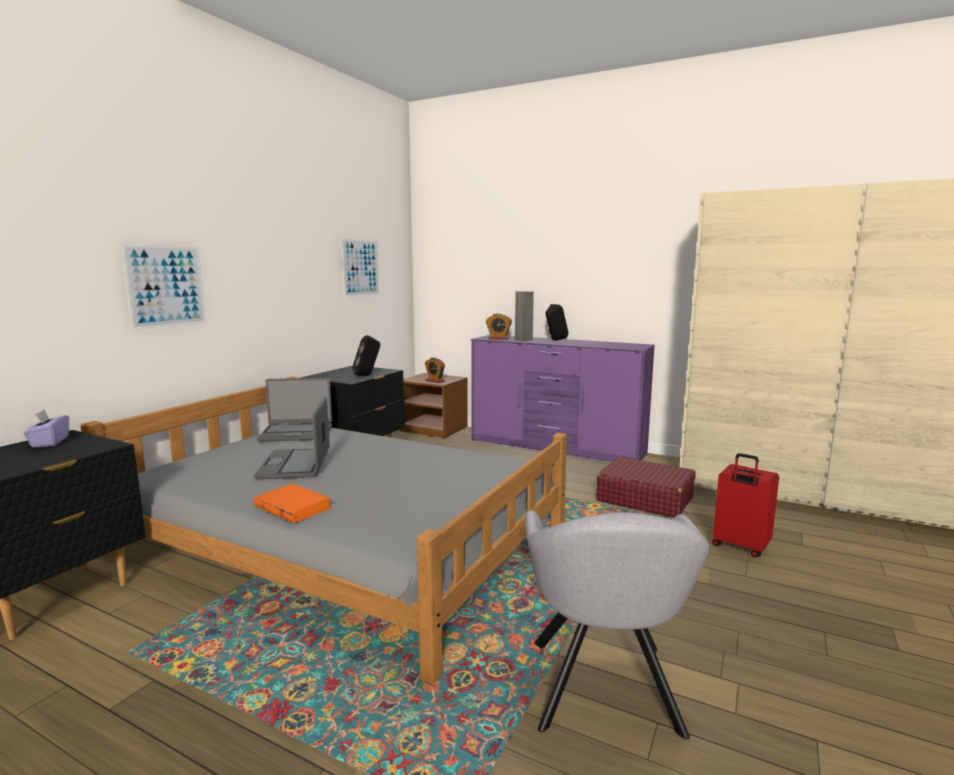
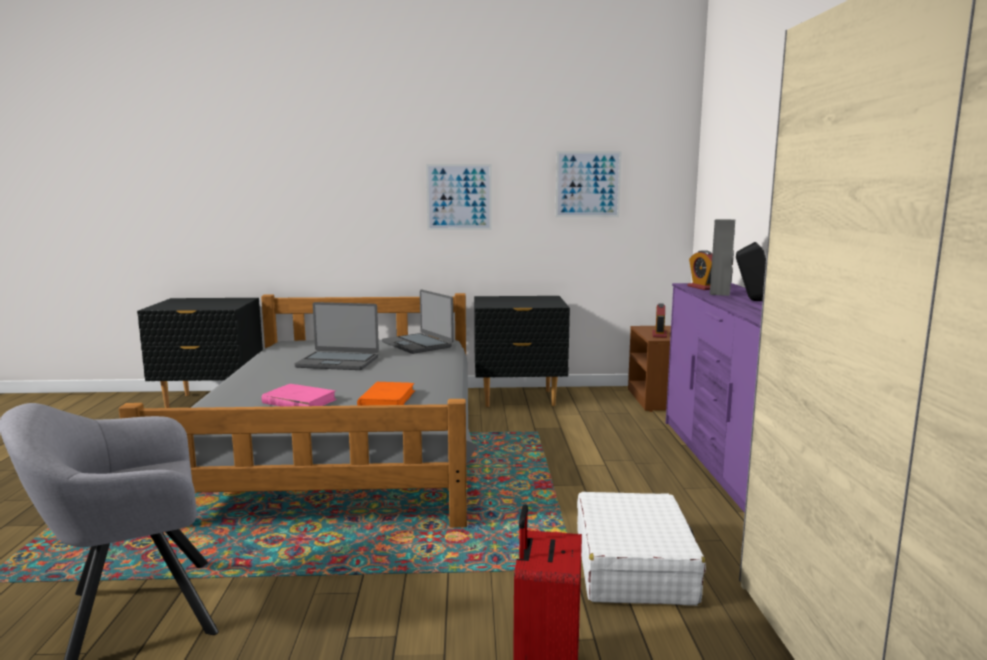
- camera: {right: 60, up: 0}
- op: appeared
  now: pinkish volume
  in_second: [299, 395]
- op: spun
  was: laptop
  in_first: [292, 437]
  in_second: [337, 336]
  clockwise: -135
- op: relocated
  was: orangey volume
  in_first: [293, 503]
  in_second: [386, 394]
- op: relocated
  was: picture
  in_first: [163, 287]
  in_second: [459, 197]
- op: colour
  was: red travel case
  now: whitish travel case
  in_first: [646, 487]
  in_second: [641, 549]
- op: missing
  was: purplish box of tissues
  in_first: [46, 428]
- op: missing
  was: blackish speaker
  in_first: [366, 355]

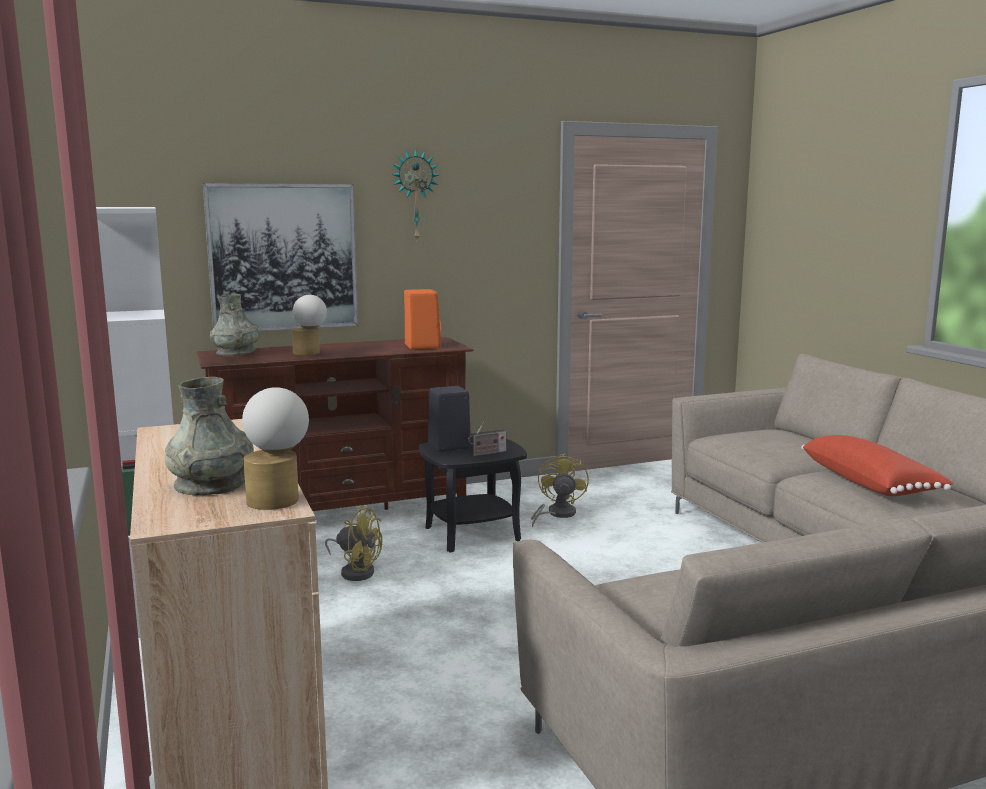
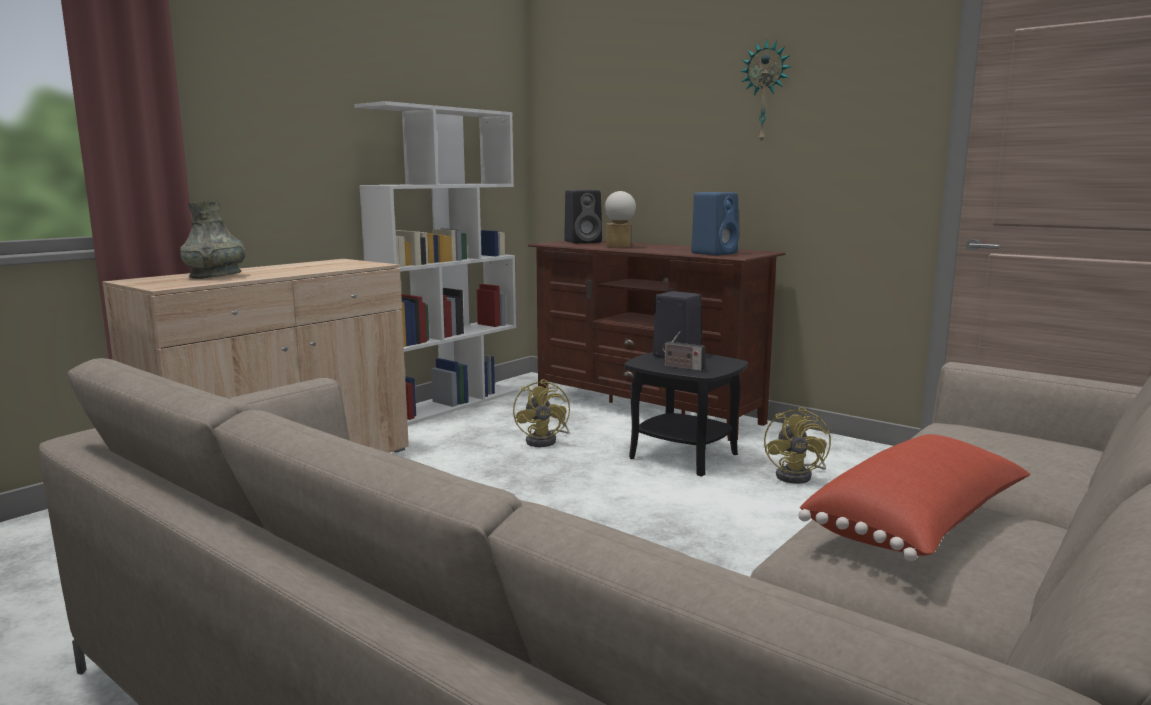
- camera: {right: 60, up: 0}
- op: exchanged
  was: greyish decorative vase
  now: blackish speaker
  in_first: [235, 325]
  in_second: [583, 216]
- op: colour
  was: orangey speaker
  now: blue-coloured speaker
  in_first: [422, 319]
  in_second: [715, 224]
- op: spun
  was: yellow-coloured electric fan
  in_first: [560, 490]
  in_second: [797, 445]
  clockwise: 120
- op: missing
  was: picture
  in_first: [280, 257]
- op: missing
  was: tabletop lamp
  in_first: [275, 448]

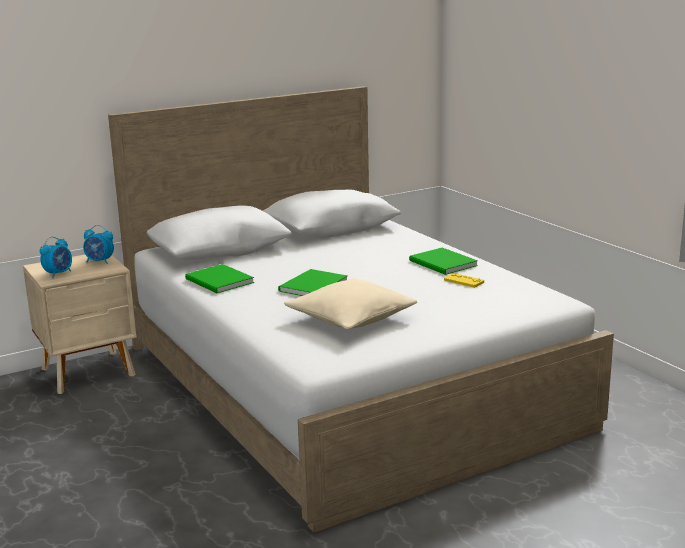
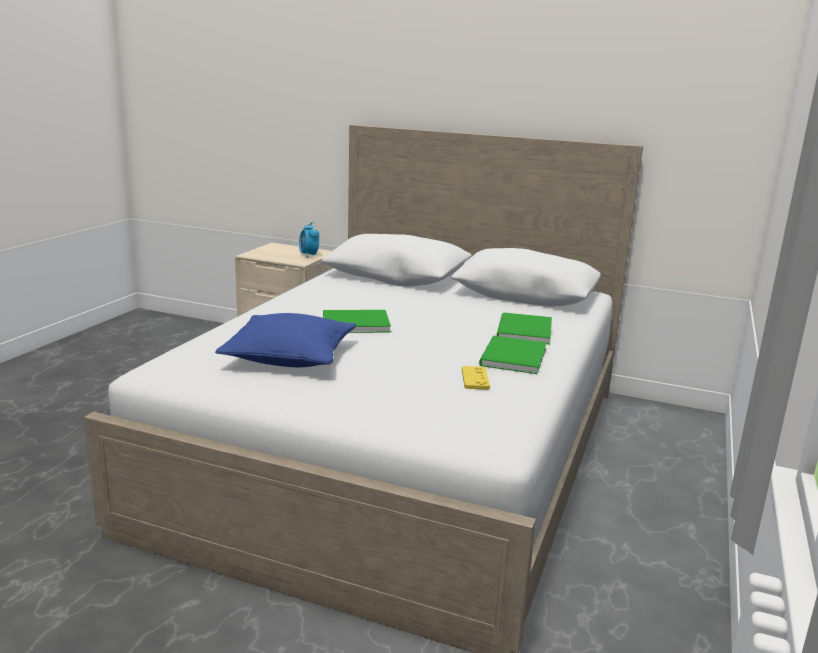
- camera: {right: 50, up: 0}
- op: colour
  was: sand-coloured cushion
  now: blue-coloured cushion
  in_first: [350, 303]
  in_second: [285, 340]
- op: relocated
  was: greenish volume
  in_first: [219, 278]
  in_second: [524, 328]
- op: missing
  was: bedside clock
  in_first: [56, 257]

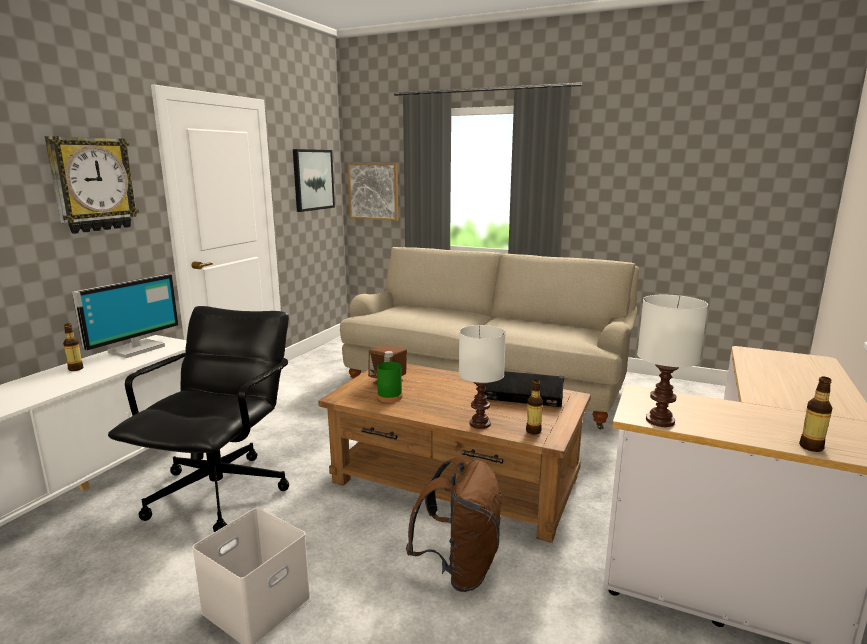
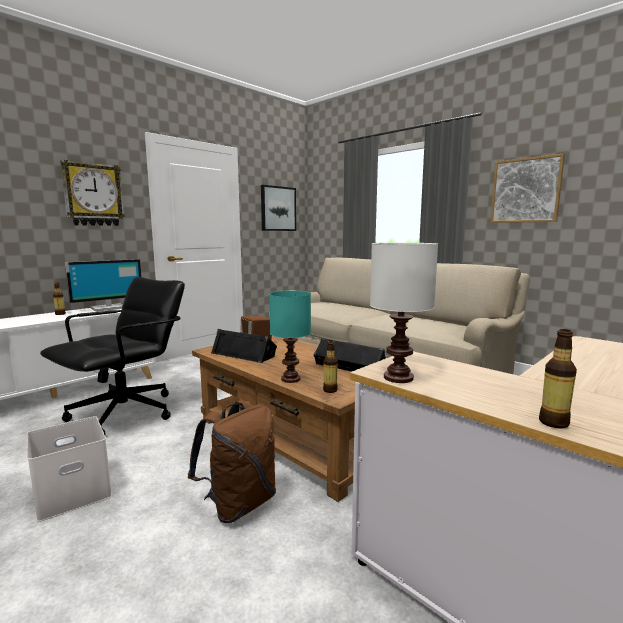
- camera: {right: 20, up: -5}
- op: exchanged
  was: greenish bottle
  now: blackish speaker
  in_first: [389, 377]
  in_second: [244, 346]
- op: colour
  was: whitish tabletop lamp
  now: turquoise tabletop lamp
  in_first: [482, 377]
  in_second: [290, 336]
- op: relocated
  was: picture
  in_first: [372, 192]
  in_second: [527, 188]

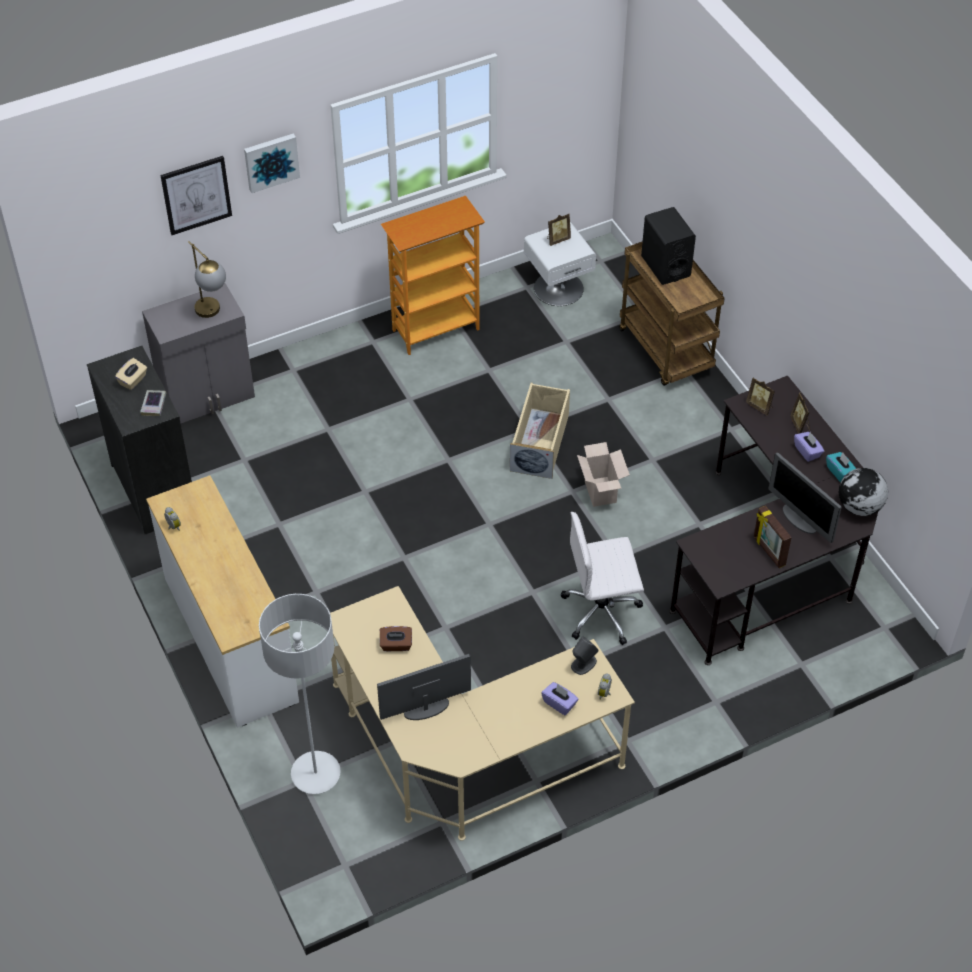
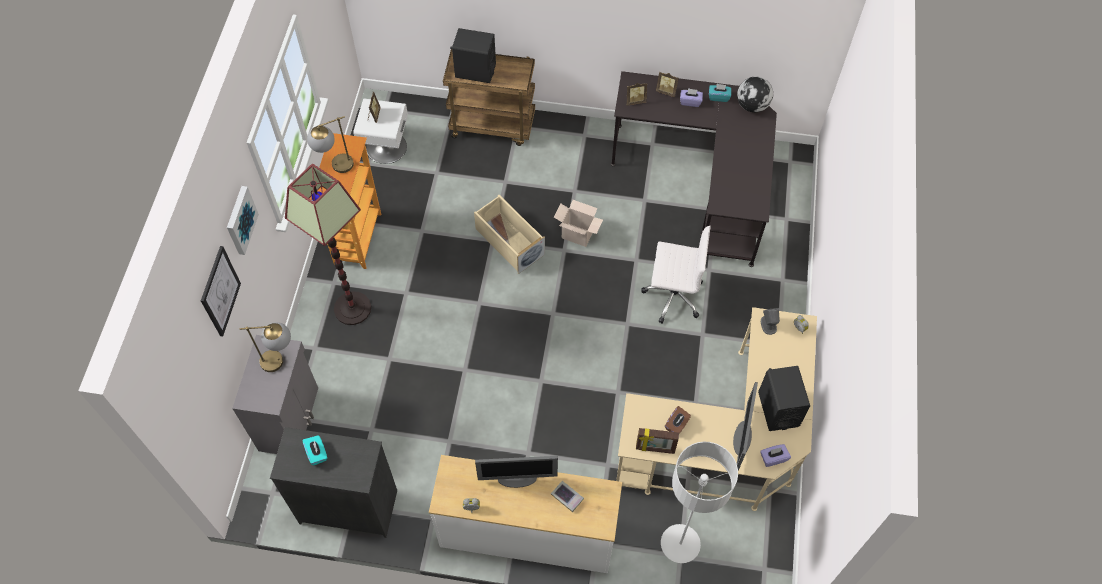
- camera: {right: -55, up: 10}
- op: appeared
  now: standard lamp
  in_second: [328, 244]
- op: colour
  was: sand-coloured box of tissues
  now: turquoise box of tissues
  in_first: [131, 374]
  in_second: [314, 450]
- op: appeared
  now: tabletop lamp
  in_second: [330, 144]
- op: relocated
  was: computer screen
  in_first: [805, 497]
  in_second: [516, 472]
- op: relocated
  was: volume
  in_first: [153, 403]
  in_second: [567, 496]
- op: relocated
  was: picture frame
  in_first: [773, 537]
  in_second: [657, 441]
- op: spun
  was: whitish office chair
  in_first: [602, 578]
  in_second: [676, 275]
  clockwise: -105
- op: appeared
  now: blackish speaker
  in_second: [784, 398]
- op: relocated
  was: purplish box of tissues
  in_first: [560, 698]
  in_second: [775, 455]

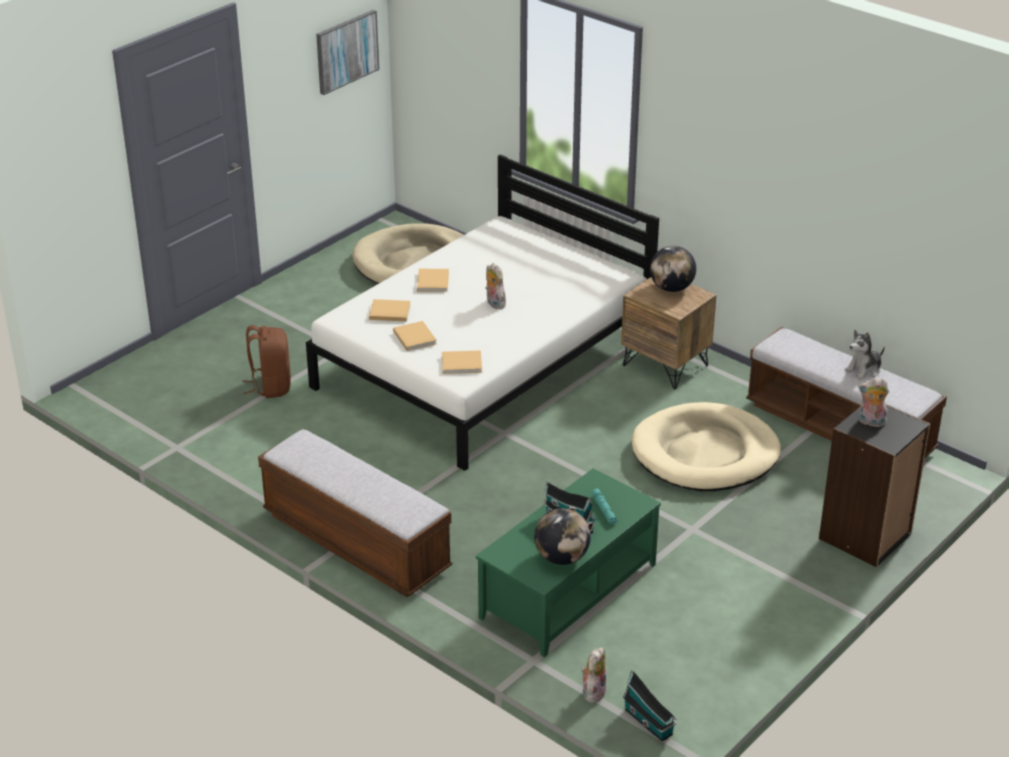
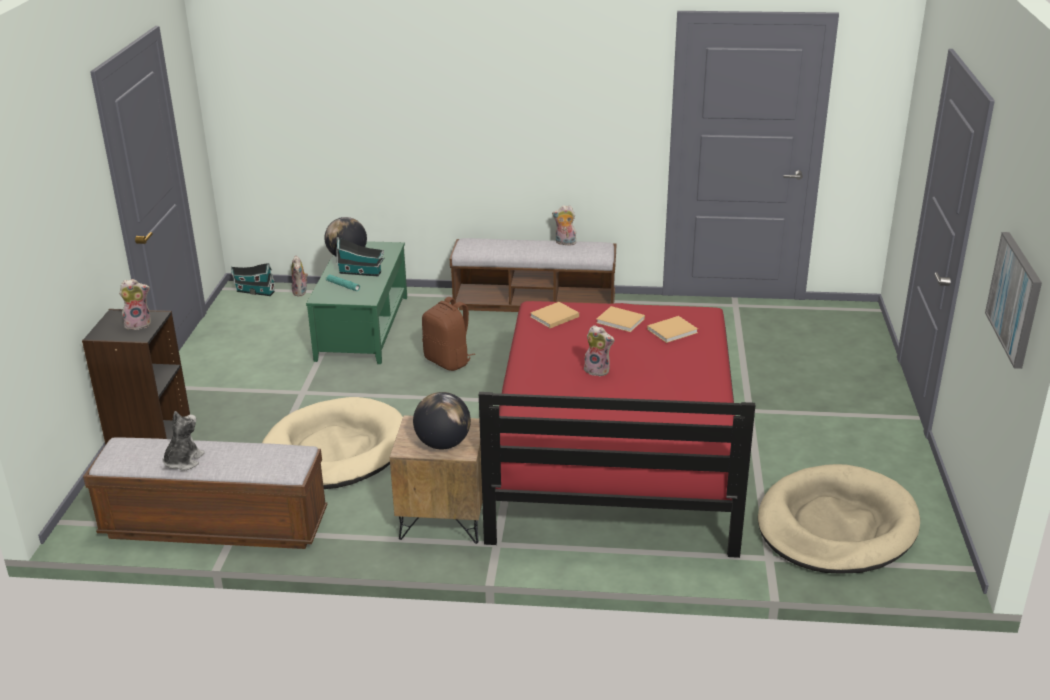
- camera: {right: 145, up: -5}
- op: relocated
  was: brownish knapsack
  in_first: [267, 361]
  in_second: [448, 334]
- op: colour
  was: whitish sleeping bed
  now: red sleeping bed
  in_first: [482, 312]
  in_second: [617, 429]
- op: appeared
  now: plush toy
  in_second: [564, 225]
- op: missing
  was: sand-coloured volume
  in_first: [433, 280]

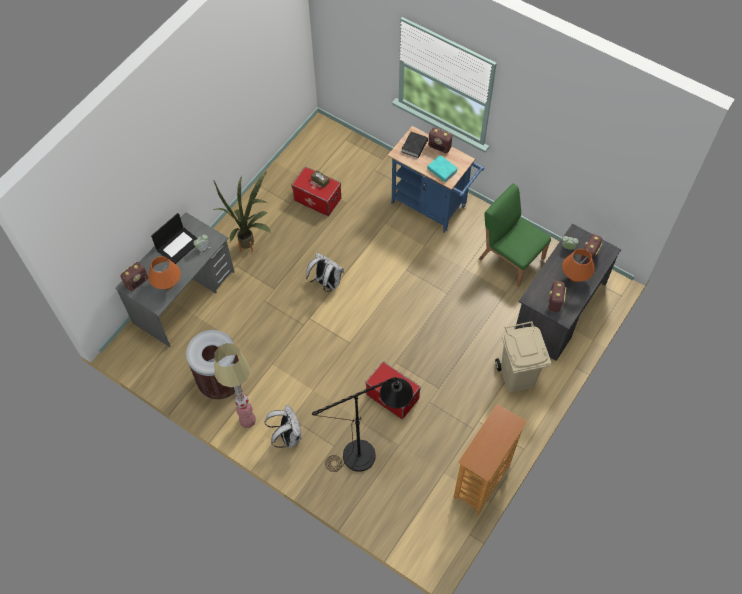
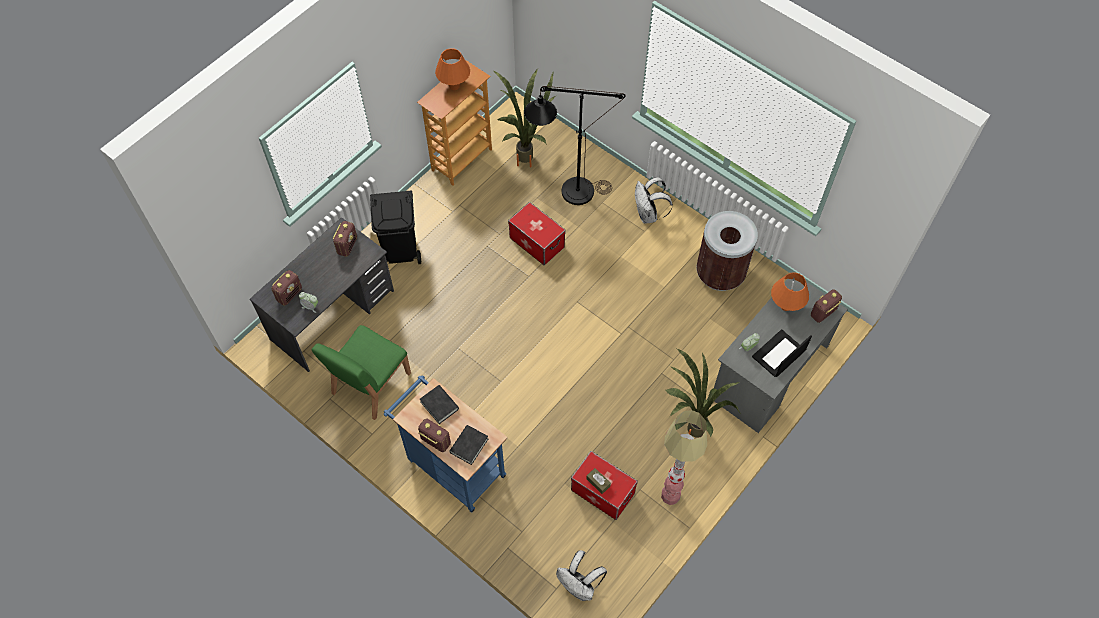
- camera: {right: -175, up: 0}
- op: spun
  was: greenish upright chair
  in_first: [515, 235]
  in_second: [361, 372]
  clockwise: 75
- op: colour
  was: sand-coloured trash can
  now: blackish trash can
  in_first: [523, 356]
  in_second: [395, 227]
- op: colour
  was: turquoise volume
  now: blackish volume
  in_first: [442, 168]
  in_second: [439, 404]
- op: relocated
  was: orangey tabletop lamp
  in_first: [578, 265]
  in_second: [452, 69]
- op: appeared
  now: houseplant
  in_second: [525, 118]
- op: relocated
  was: whitish knapsack
  in_first: [325, 272]
  in_second: [581, 575]
- op: relocated
  was: standard lamp
  in_first: [235, 385]
  in_second: [684, 457]

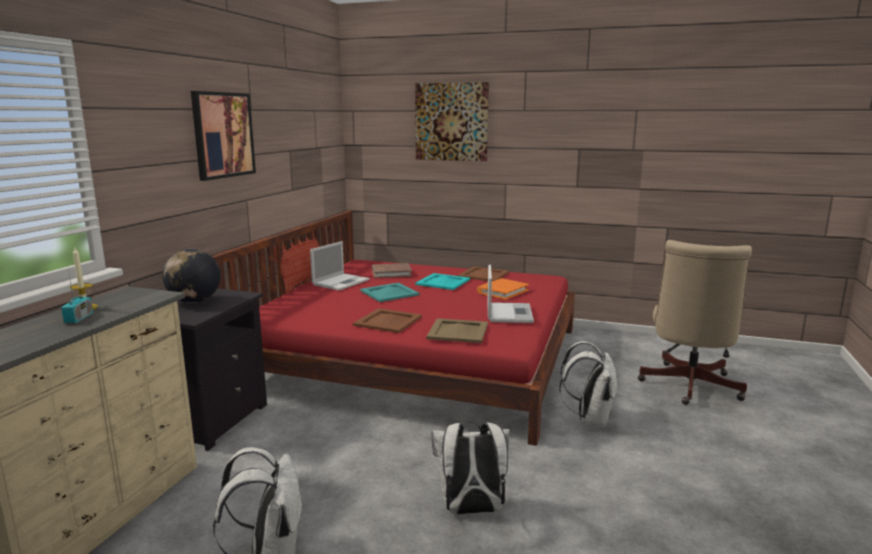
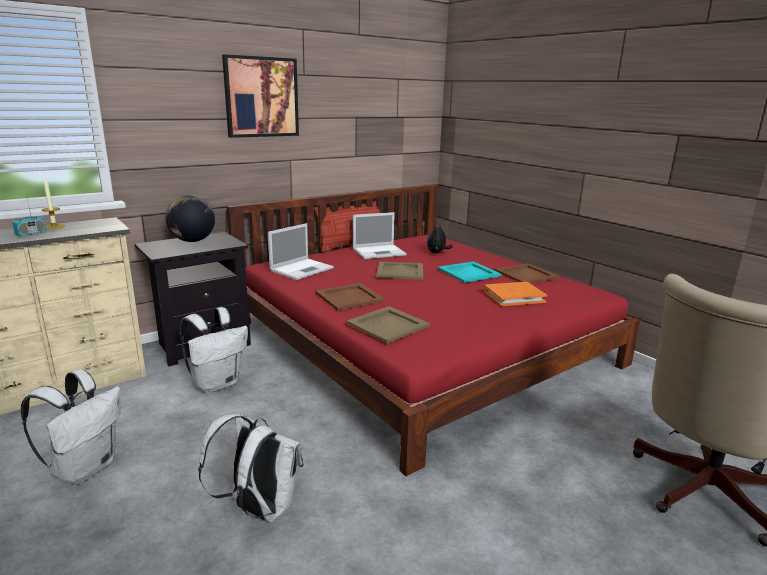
- camera: {right: 35, up: 5}
- op: relocated
  was: whitish knapsack
  in_first: [588, 384]
  in_second: [214, 350]
- op: relocated
  was: laptop
  in_first: [510, 293]
  in_second: [301, 251]
- op: colour
  was: turquoise carrying tray
  now: sand-coloured carrying tray
  in_first: [390, 292]
  in_second: [399, 270]
- op: exchanged
  was: brownish volume
  now: plush toy
  in_first: [392, 270]
  in_second: [440, 239]
- op: missing
  was: picture
  in_first: [452, 121]

